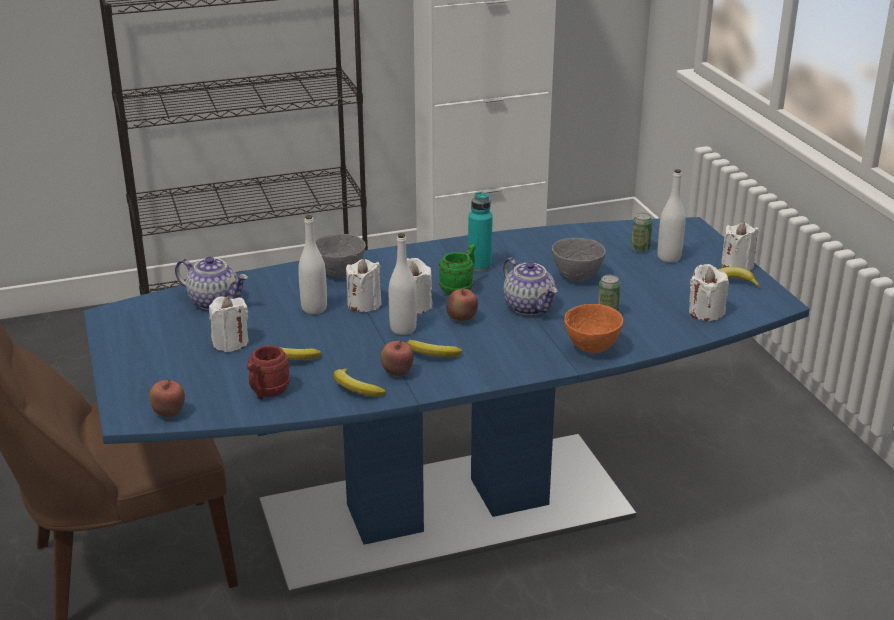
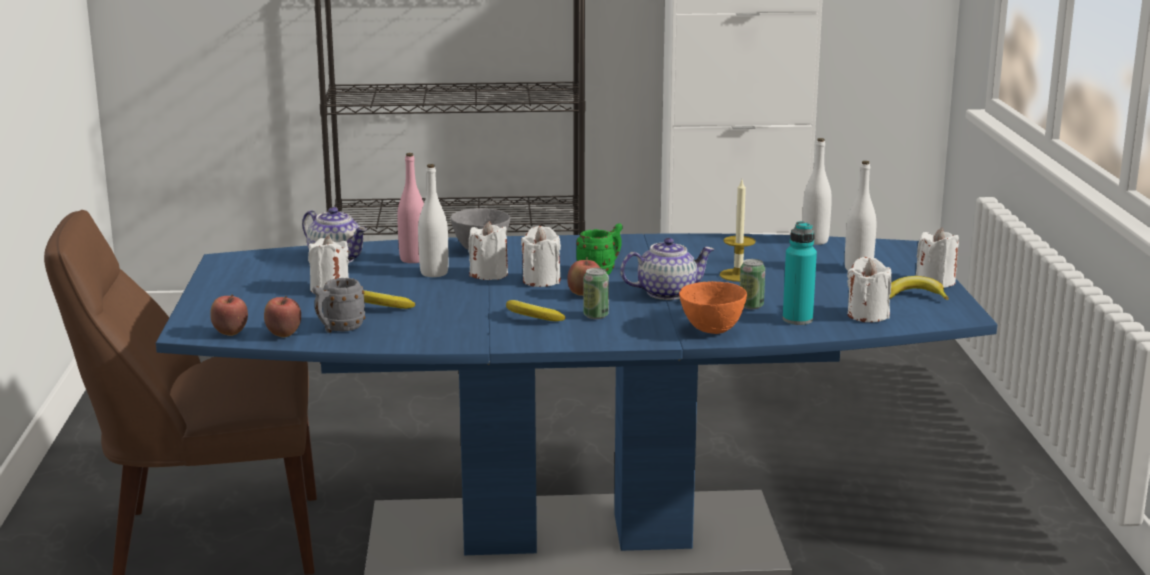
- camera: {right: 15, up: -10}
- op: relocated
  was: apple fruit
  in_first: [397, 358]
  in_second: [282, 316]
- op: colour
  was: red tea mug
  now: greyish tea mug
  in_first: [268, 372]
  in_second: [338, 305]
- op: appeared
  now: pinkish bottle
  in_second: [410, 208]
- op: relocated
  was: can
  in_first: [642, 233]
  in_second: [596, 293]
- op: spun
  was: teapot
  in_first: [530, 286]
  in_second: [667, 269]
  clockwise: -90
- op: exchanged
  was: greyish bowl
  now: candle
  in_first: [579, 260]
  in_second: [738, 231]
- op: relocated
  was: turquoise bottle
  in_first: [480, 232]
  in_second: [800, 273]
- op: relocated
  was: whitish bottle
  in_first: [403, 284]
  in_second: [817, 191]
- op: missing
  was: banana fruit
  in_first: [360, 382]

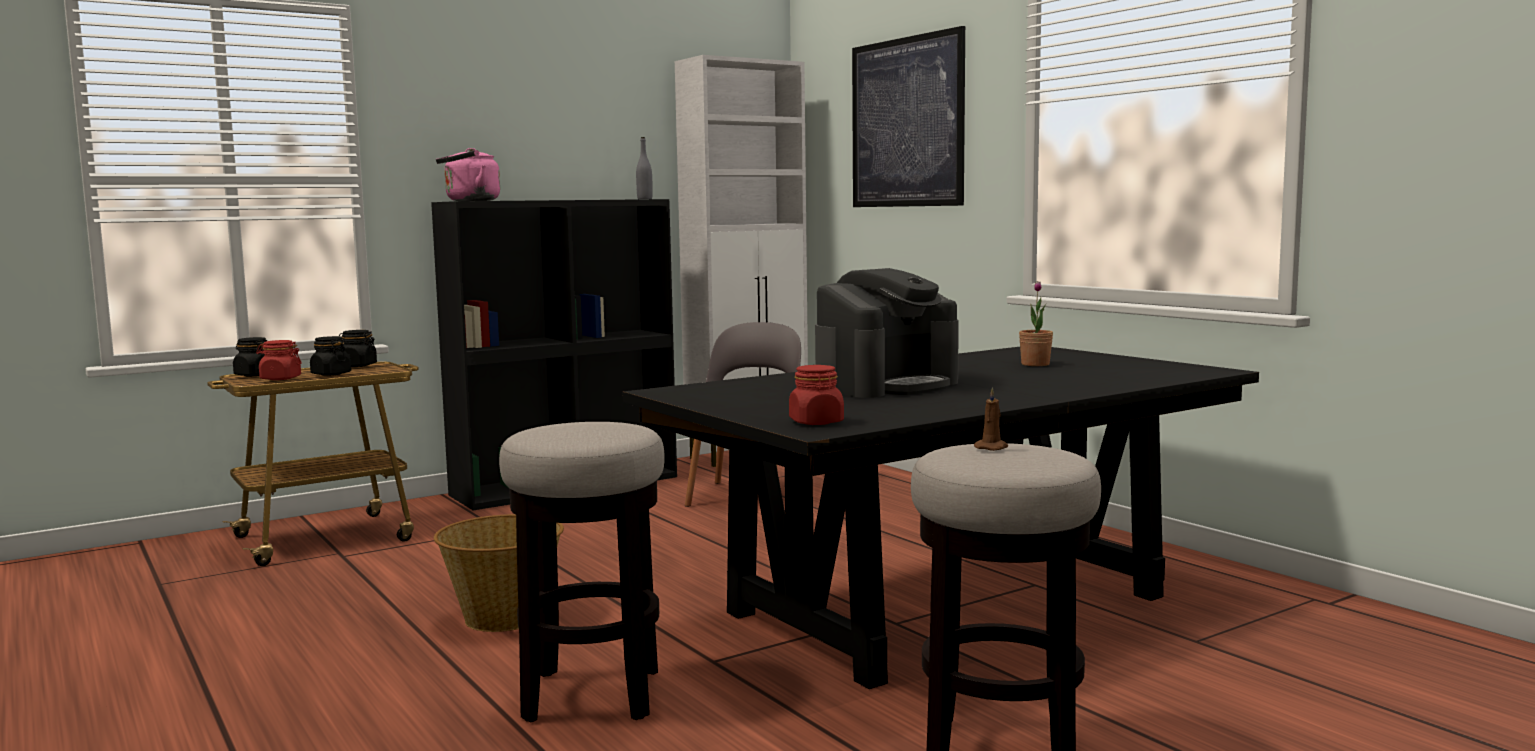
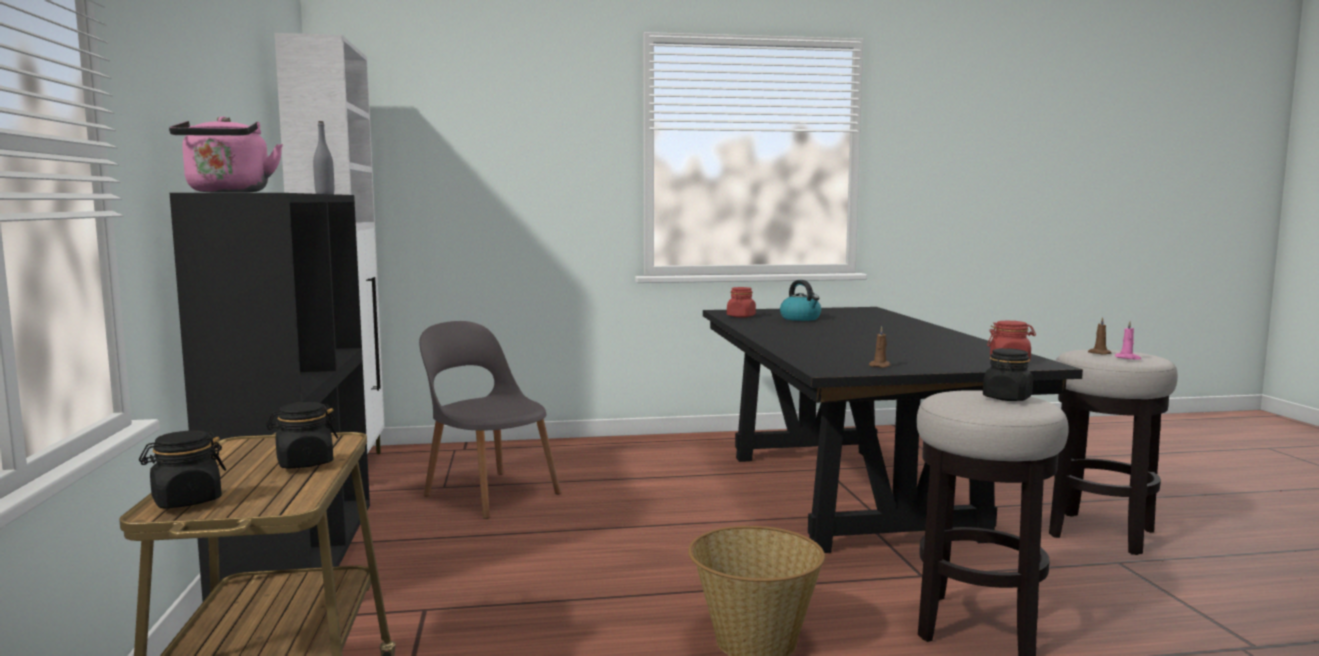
- camera: {right: -65, up: 0}
- op: relocated
  was: red storage jar
  in_first: [278, 360]
  in_second: [741, 302]
- op: exchanged
  was: houseplant
  now: kettle
  in_first: [1036, 323]
  in_second: [800, 300]
- op: appeared
  now: brownish candle
  in_second: [880, 347]
- op: relocated
  was: blackish storage jar
  in_first: [358, 348]
  in_second: [1008, 374]
- op: appeared
  now: pinkish candle
  in_second: [1128, 340]
- op: missing
  was: coffee machine
  in_first: [887, 333]
- op: missing
  was: picture
  in_first: [908, 116]

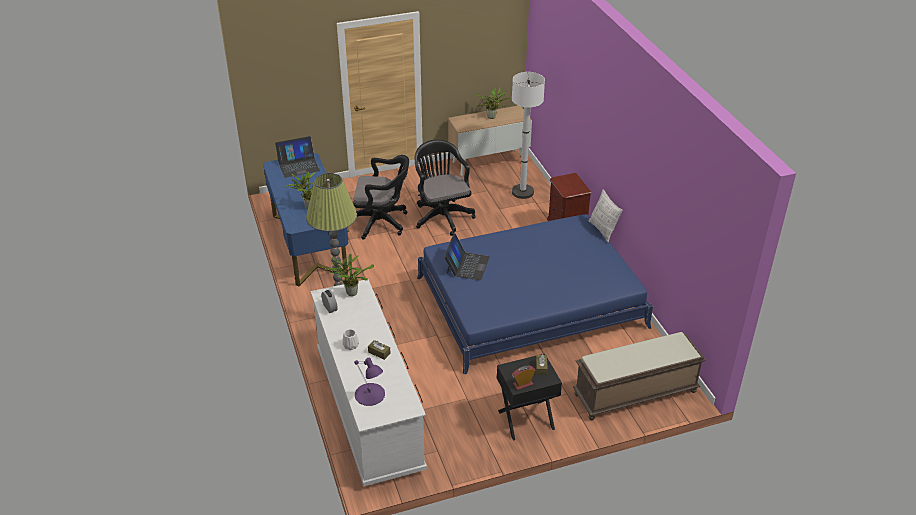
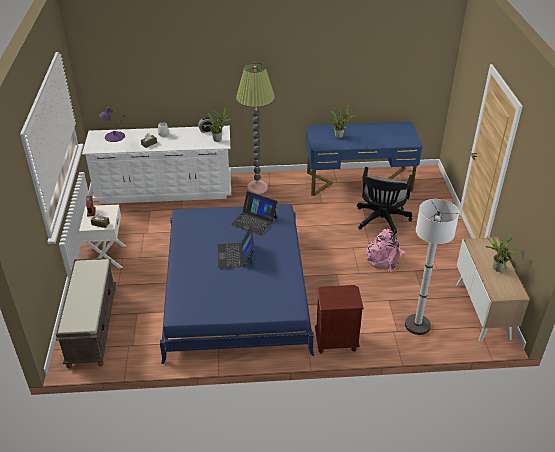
- camera: {right: 105, up: 0}
- op: colour
  was: blackish nightstand
  now: whitish nightstand
  in_first: [529, 397]
  in_second: [102, 236]
- op: relocated
  was: laptop
  in_first: [297, 157]
  in_second: [236, 247]
- op: exchanged
  was: blackish office chair
  now: pinkish knapsack
  in_first: [445, 188]
  in_second: [386, 250]
- op: missing
  was: cushion
  in_first: [606, 215]

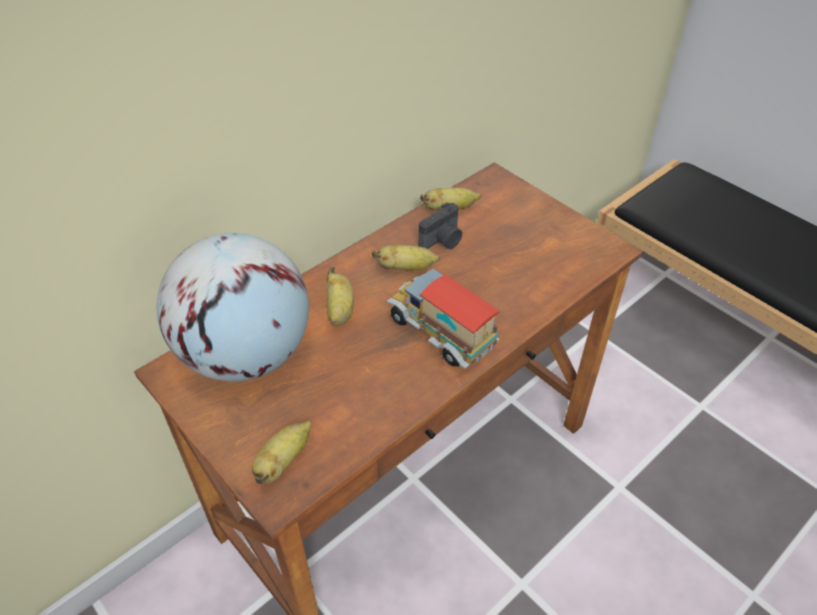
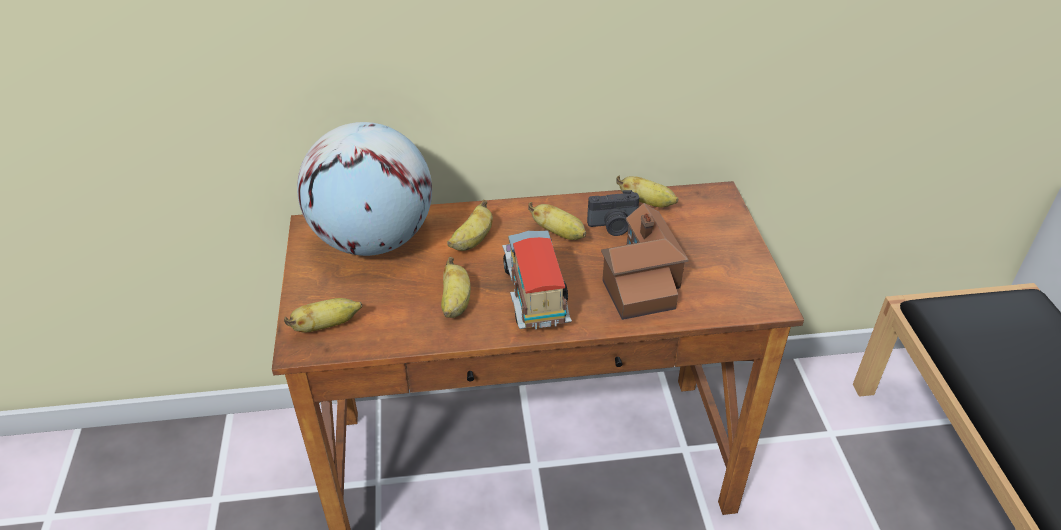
- camera: {right: 35, up: -5}
- op: appeared
  now: banana fruit
  in_second: [456, 287]
- op: appeared
  now: miniature house
  in_second: [645, 261]

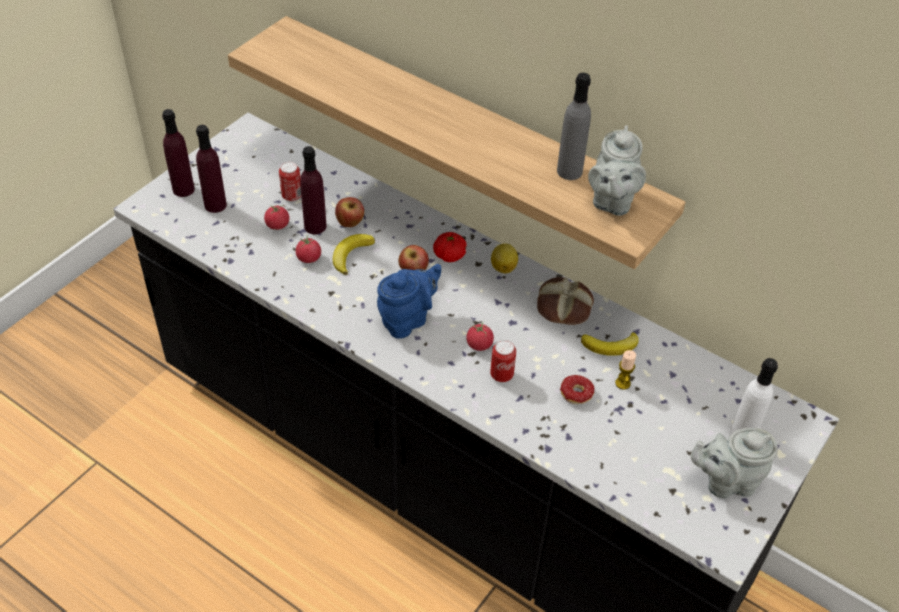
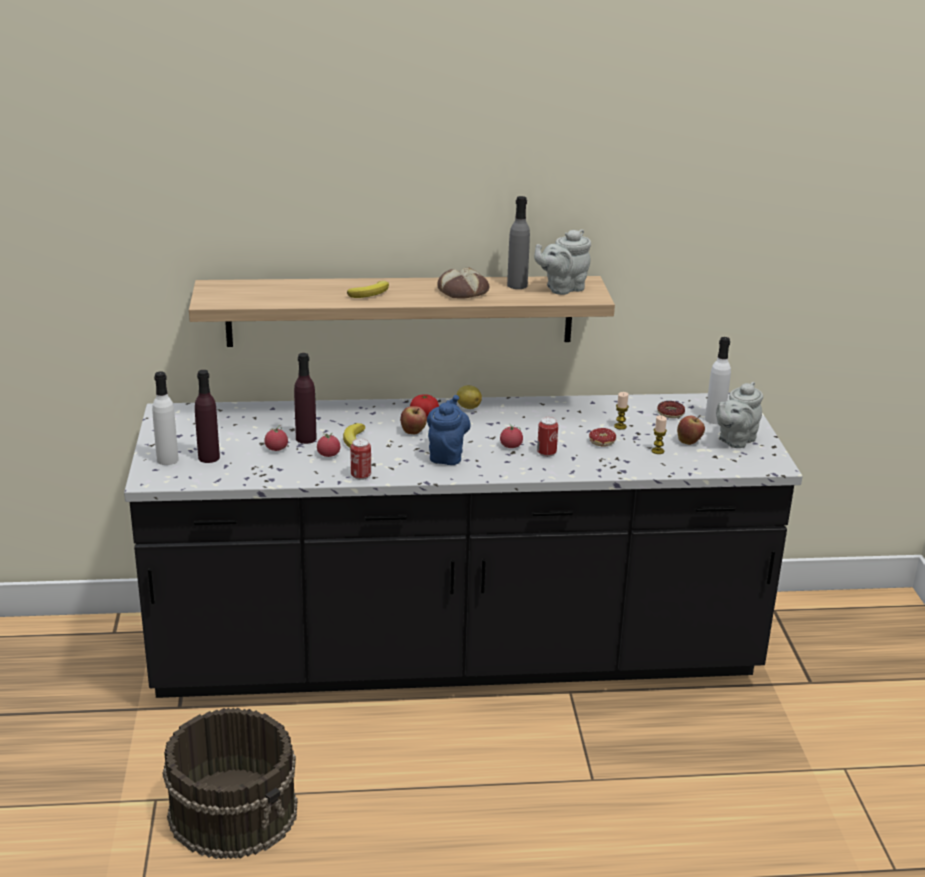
- camera: {right: -40, up: -20}
- op: colour
  was: purplish bottle
  now: whitish bottle
  in_first: [178, 153]
  in_second: [165, 418]
- op: appeared
  now: brownish pail
  in_second: [230, 783]
- op: relocated
  was: banana fruit
  in_first: [610, 344]
  in_second: [368, 289]
- op: relocated
  was: can
  in_first: [290, 182]
  in_second: [360, 459]
- op: relocated
  was: baked bread
  in_first: [565, 301]
  in_second: [463, 282]
- op: spun
  was: greyish teapot
  in_first: [617, 170]
  in_second: [562, 262]
  clockwise: 90
- op: appeared
  now: candle
  in_second: [659, 434]
- op: appeared
  now: ring doughnut
  in_second: [671, 409]
- op: relocated
  was: apple fruit
  in_first: [349, 212]
  in_second: [691, 430]

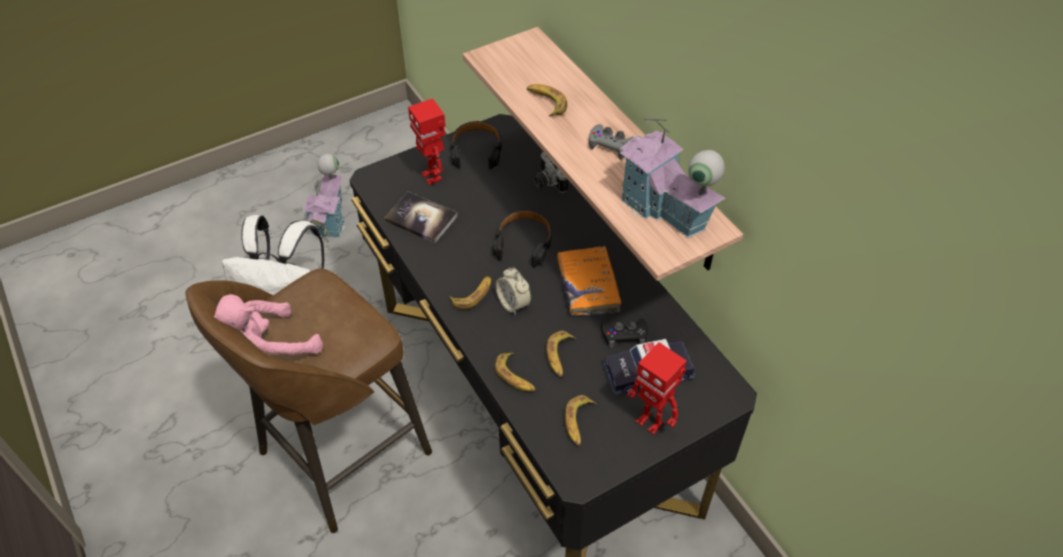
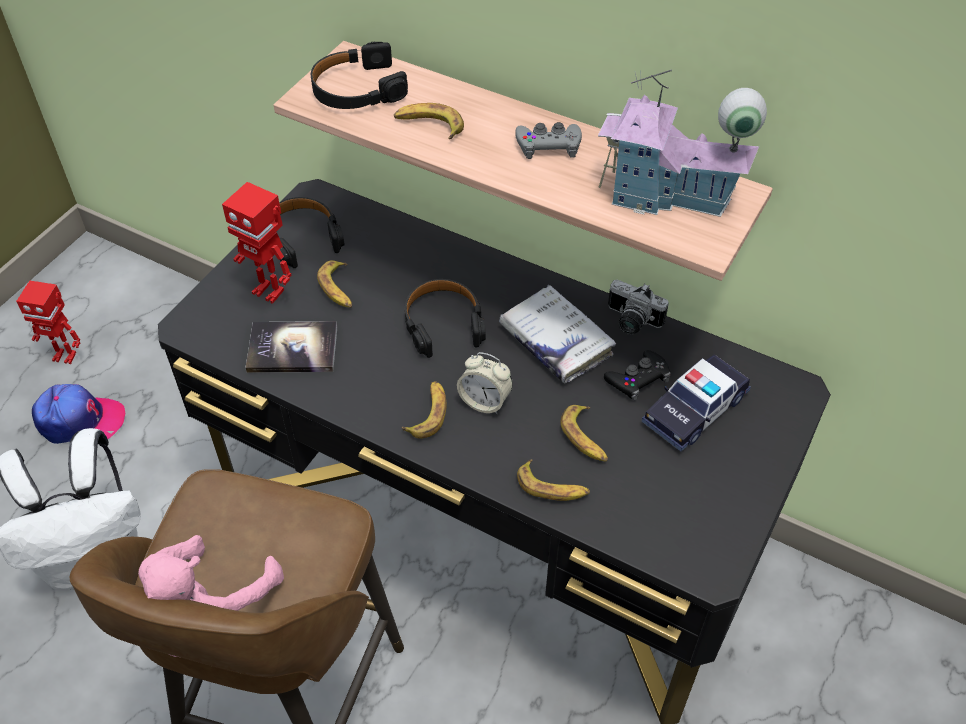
- camera: {right: -30, up: 0}
- op: relocated
  was: model robot
  in_first: [657, 388]
  in_second: [48, 322]
- op: exchanged
  was: miniature house
  now: cap
  in_first: [324, 198]
  in_second: [78, 414]
- op: appeared
  now: blackish headphones
  in_second: [359, 75]
- op: relocated
  was: banana fruit
  in_first: [580, 420]
  in_second: [334, 284]
- op: colour
  was: orangey volume
  now: whitish volume
  in_first: [589, 281]
  in_second: [557, 334]
- op: relocated
  was: photo camera
  in_first: [550, 172]
  in_second: [638, 307]

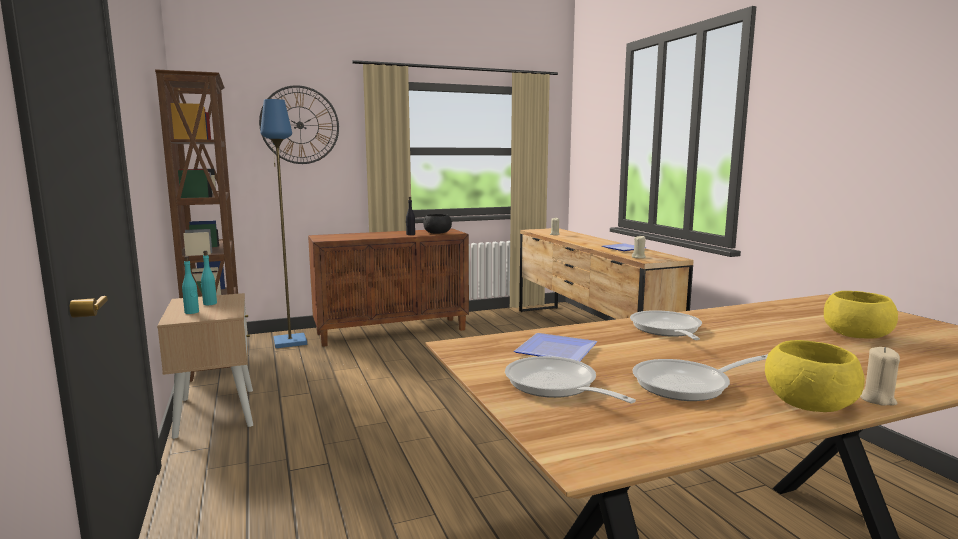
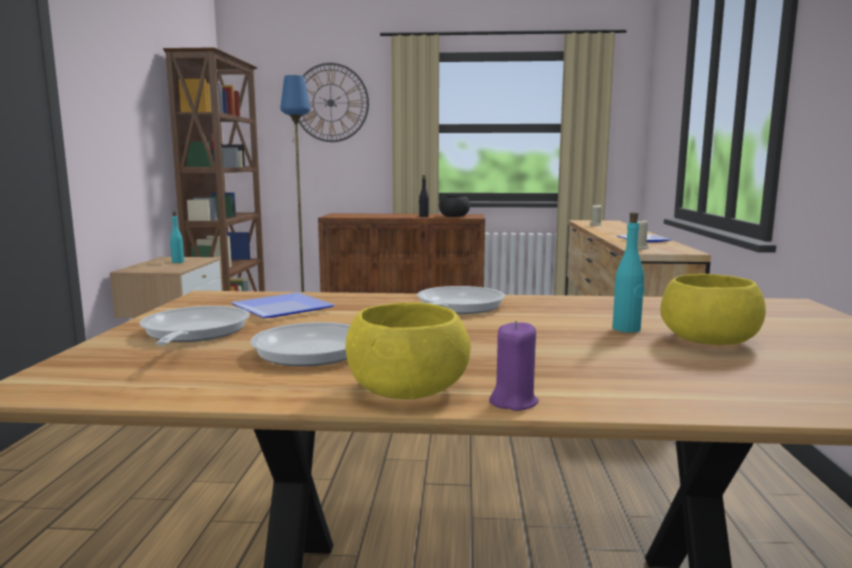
- camera: {right: 25, up: 0}
- op: colour
  was: sand-coloured candle
  now: purplish candle
  in_first: [880, 376]
  in_second: [514, 366]
- op: relocated
  was: turquoise bottle
  in_first: [190, 285]
  in_second: [628, 272]

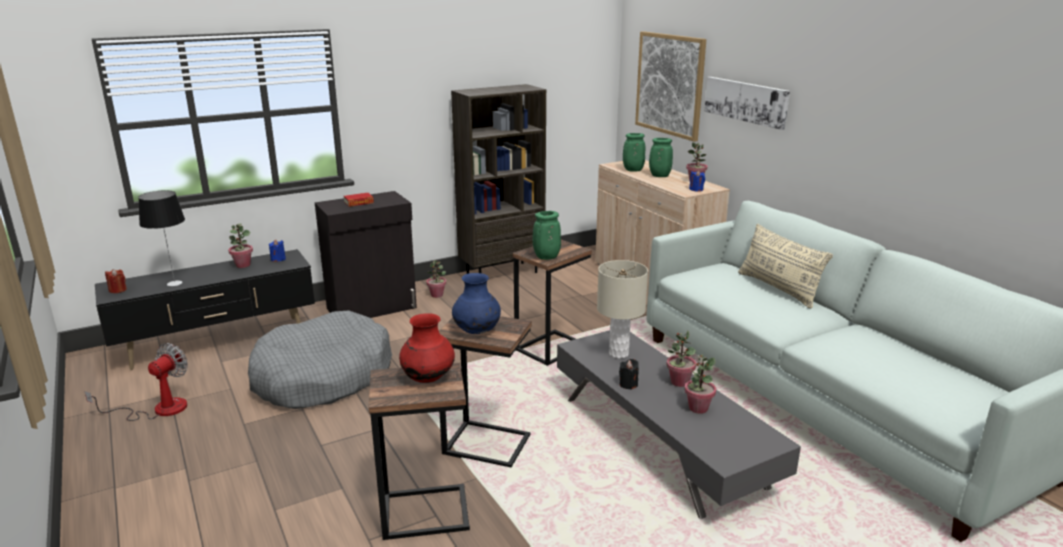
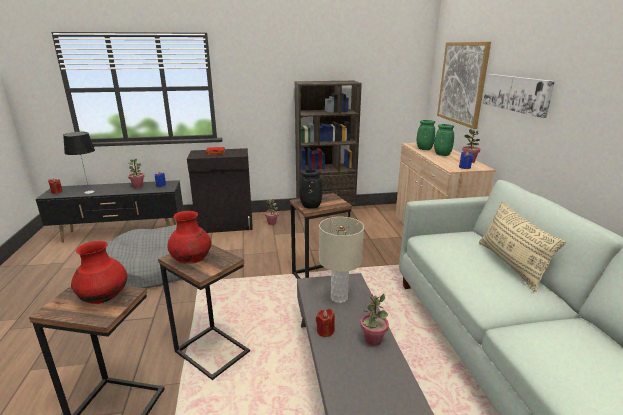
- camera: {right: 20, up: 0}
- op: colour
  was: blue-coloured decorative vase
  now: red decorative vase
  in_first: [476, 303]
  in_second: [189, 237]
- op: colour
  was: greenish decorative vase
  now: blackish decorative vase
  in_first: [547, 235]
  in_second: [310, 189]
- op: colour
  was: blackish candle
  now: red candle
  in_first: [629, 374]
  in_second: [325, 323]
- op: missing
  was: electric fan
  in_first: [136, 382]
- op: missing
  was: houseplant
  in_first: [700, 384]

